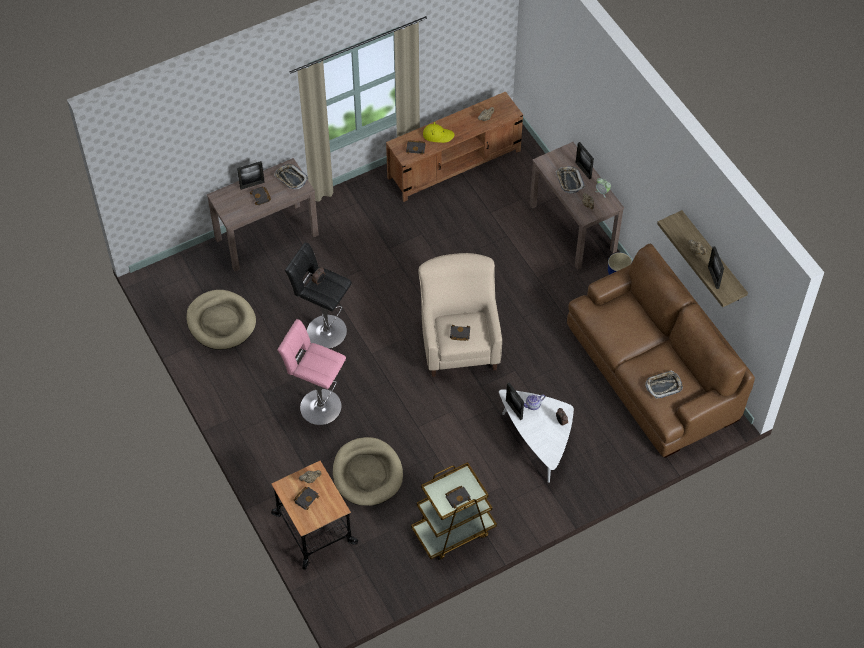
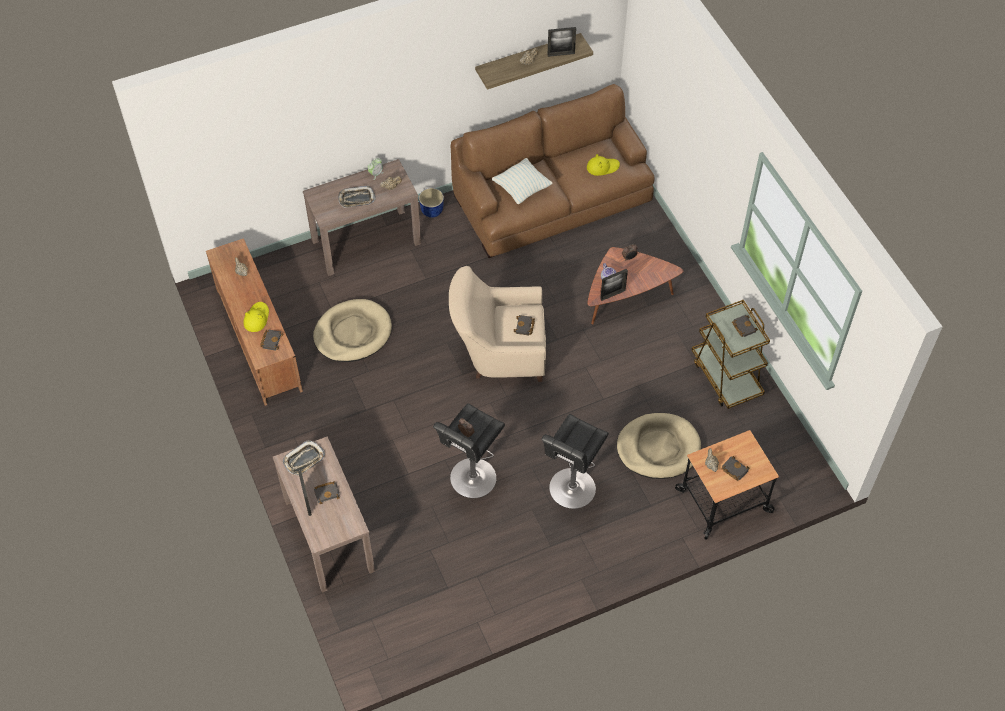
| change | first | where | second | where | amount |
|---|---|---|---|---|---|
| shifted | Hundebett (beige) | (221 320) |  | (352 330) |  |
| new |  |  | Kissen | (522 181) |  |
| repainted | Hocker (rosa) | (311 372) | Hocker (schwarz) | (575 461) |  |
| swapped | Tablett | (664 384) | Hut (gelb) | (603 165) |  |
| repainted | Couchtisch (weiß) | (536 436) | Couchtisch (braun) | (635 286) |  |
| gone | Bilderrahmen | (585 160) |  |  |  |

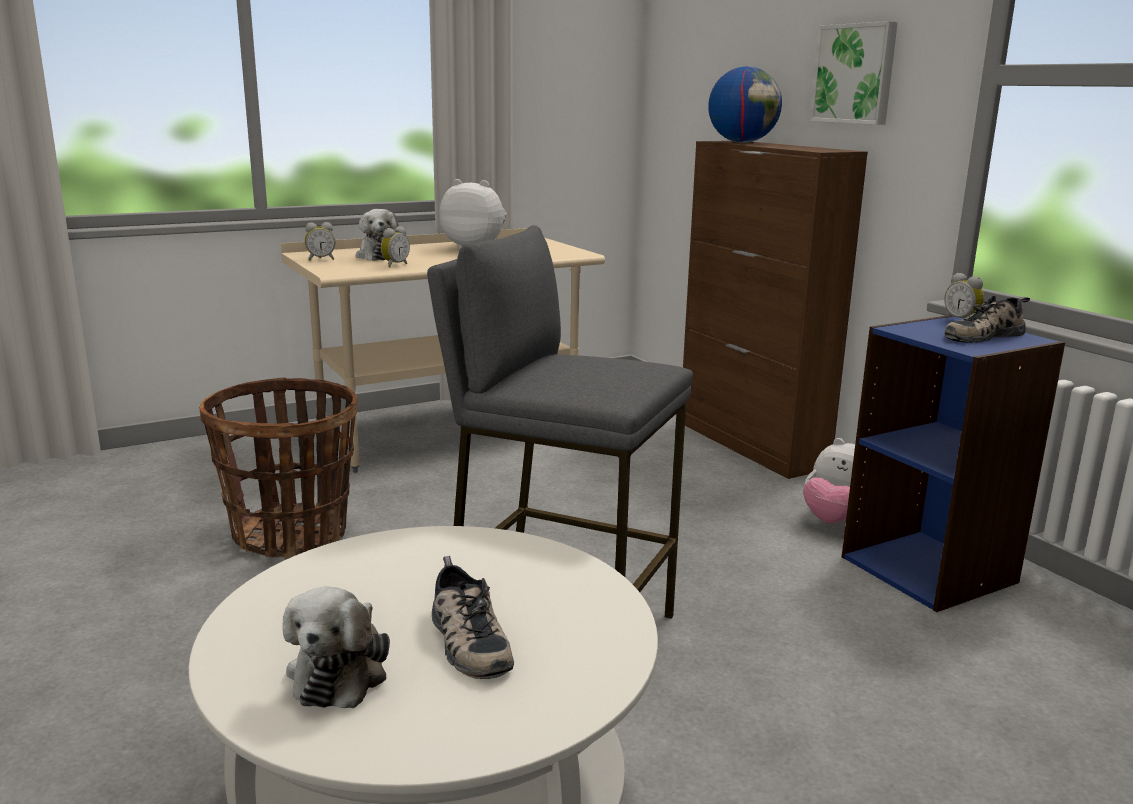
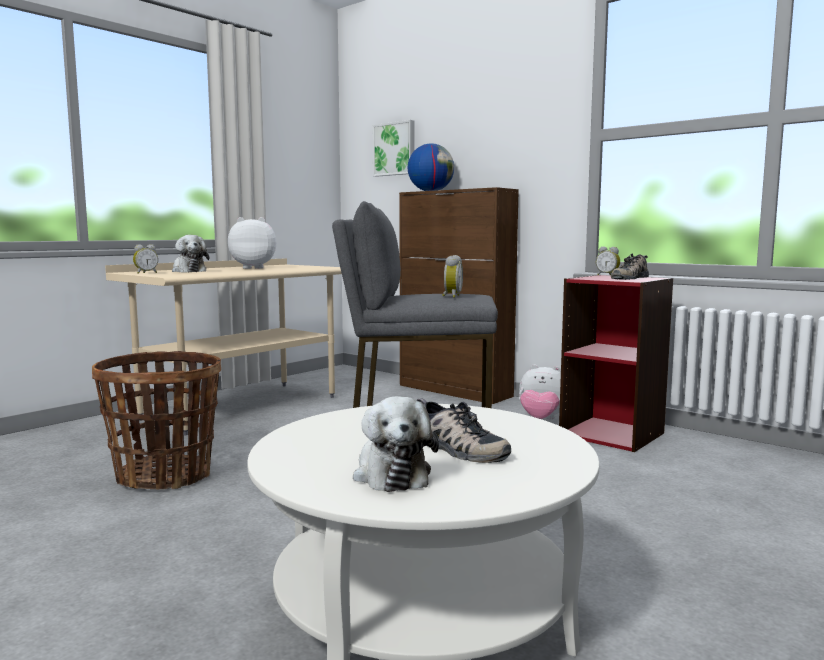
| change | first | where | second | where | amount |
|---|---|---|---|---|---|
| shifted | Bild | (854 73) |  | (393 148) |  |
| shifted | Wecker | (395 247) |  | (452 276) |  |
| repainted | Bücherregal (blau) | (953 463) | Bücherregal (rot) | (616 363) |  |

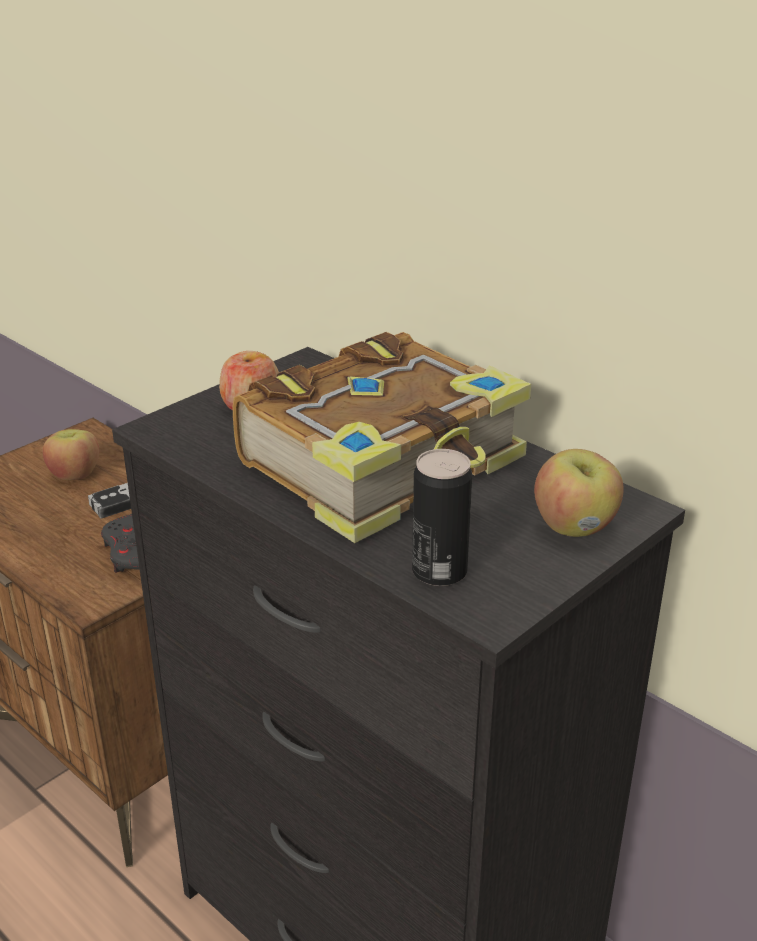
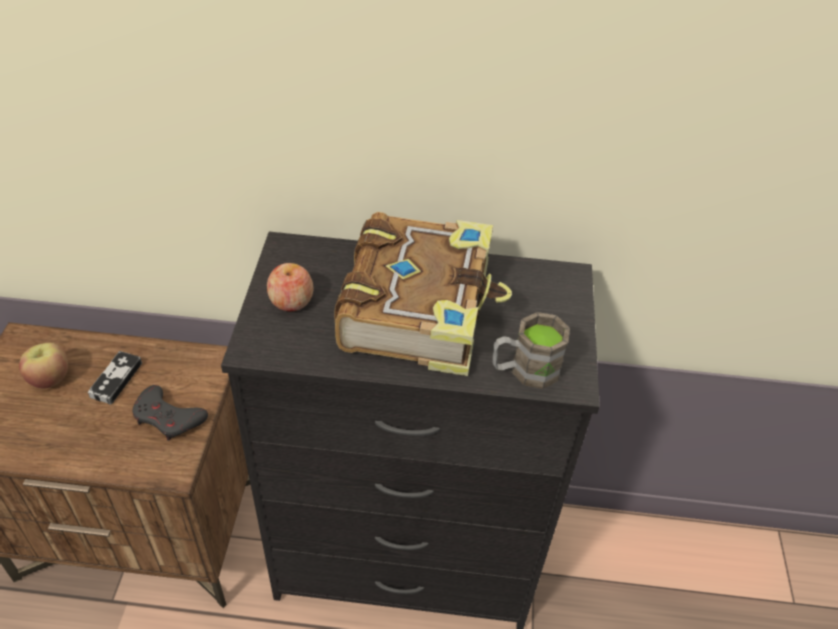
| change | first | where | second | where | amount |
|---|---|---|---|---|---|
| swapped | Dose | (442 517) | Henkelbecher (braun) | (531 350) |  |
| gone | Apfel | (579 493) |  |  |  |

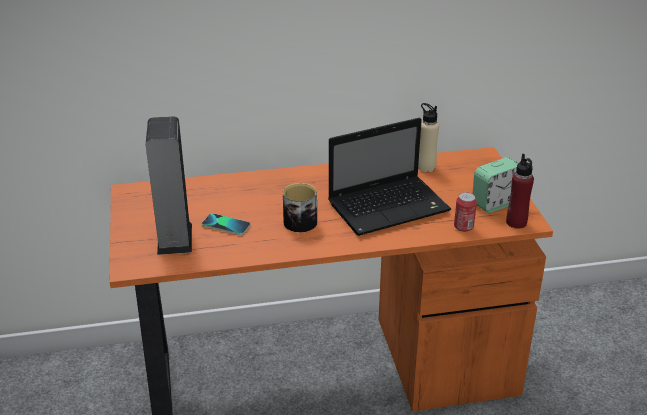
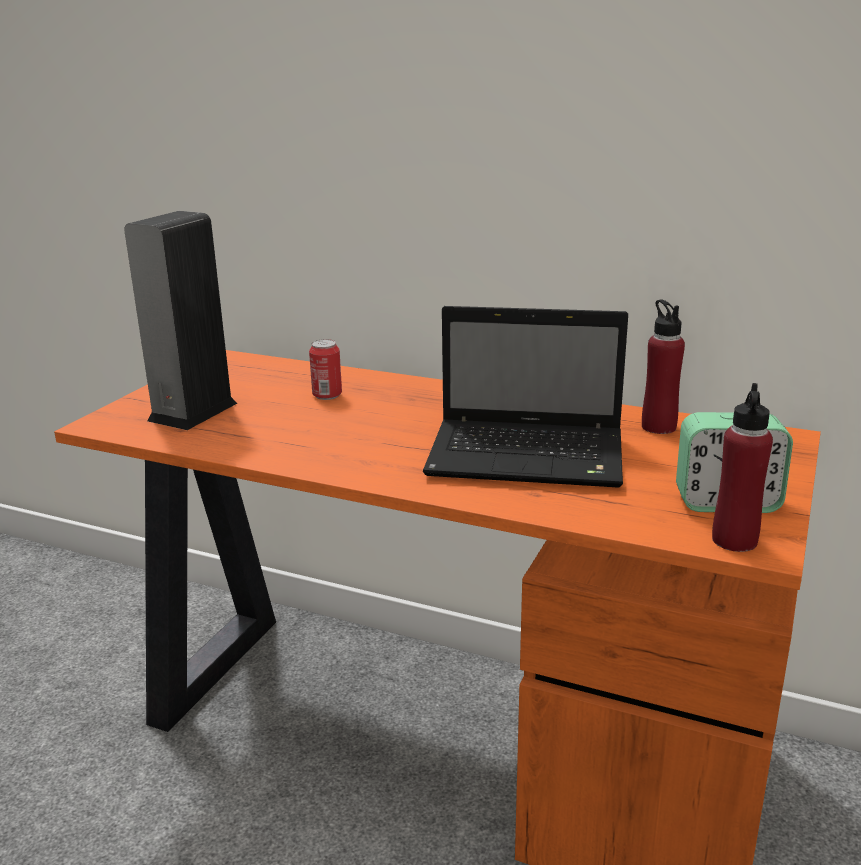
| change | first | where | second | where | amount |
|---|---|---|---|---|---|
| shifted | Dose | (465 212) |  | (325 369) |  |
| repainted | Flasche (beige) | (428 137) | Flasche (rot) | (663 366) |  |
| gone | Handy | (226 224) |  |  |  |
| gone | Henkelbecher | (300 207) |  |  |  |

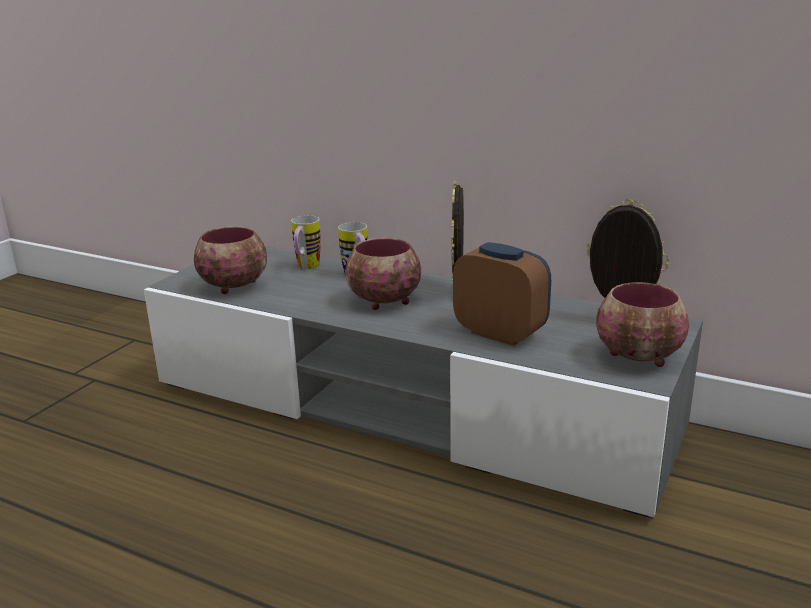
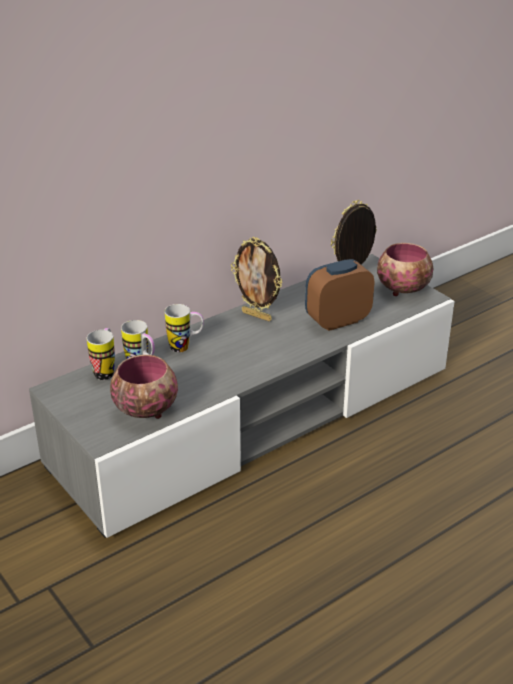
| change | first | where | second | where | amount |
|---|---|---|---|---|---|
| new |  |  | Henkelbecher | (101 354) |  |
| gone | Schüssel | (383 274) |  |  |  |

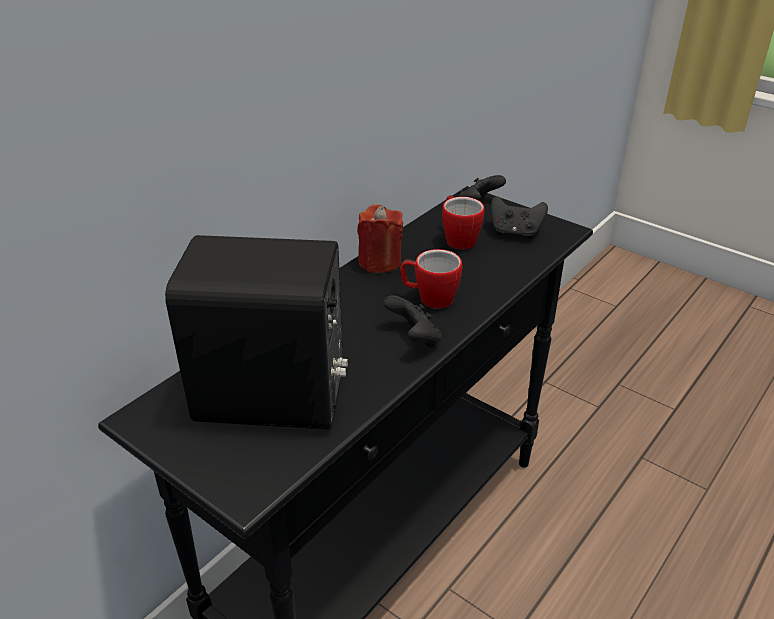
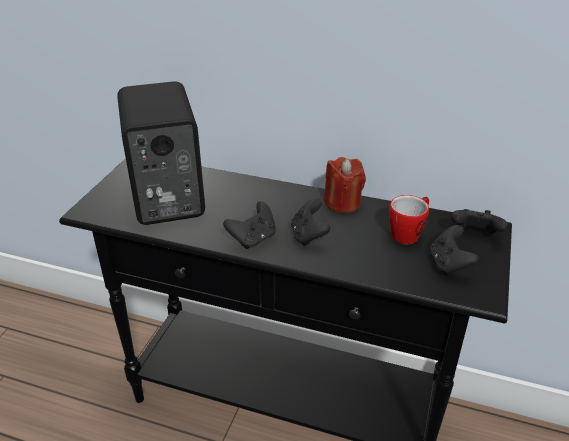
| change | first | where | second | where | amount |
|---|---|---|---|---|---|
| swapped | Henkelbecher | (431 279) | Gamepad (schwarz) | (310 222) |  |

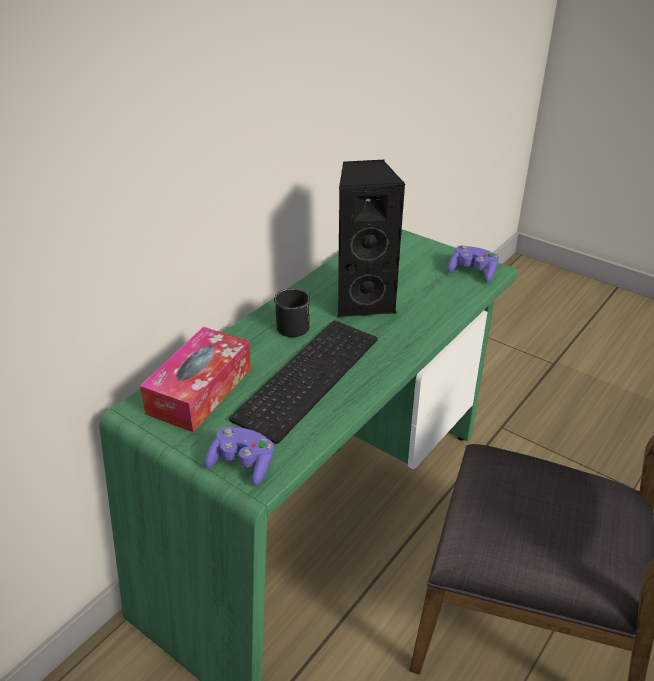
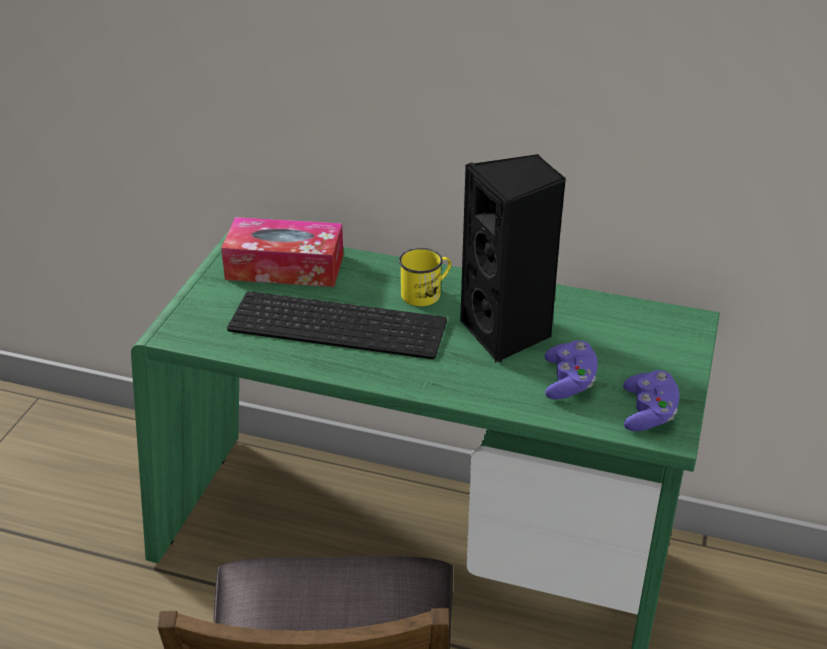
| change | first | where | second | where | amount |
|---|---|---|---|---|---|
| repainted | Henkelbecher (schwarz) | (292 312) | Henkelbecher (gelb) | (425 277) |  |
| shifted | Gamepad (lila) | (239 456) |  | (571 370) |  |

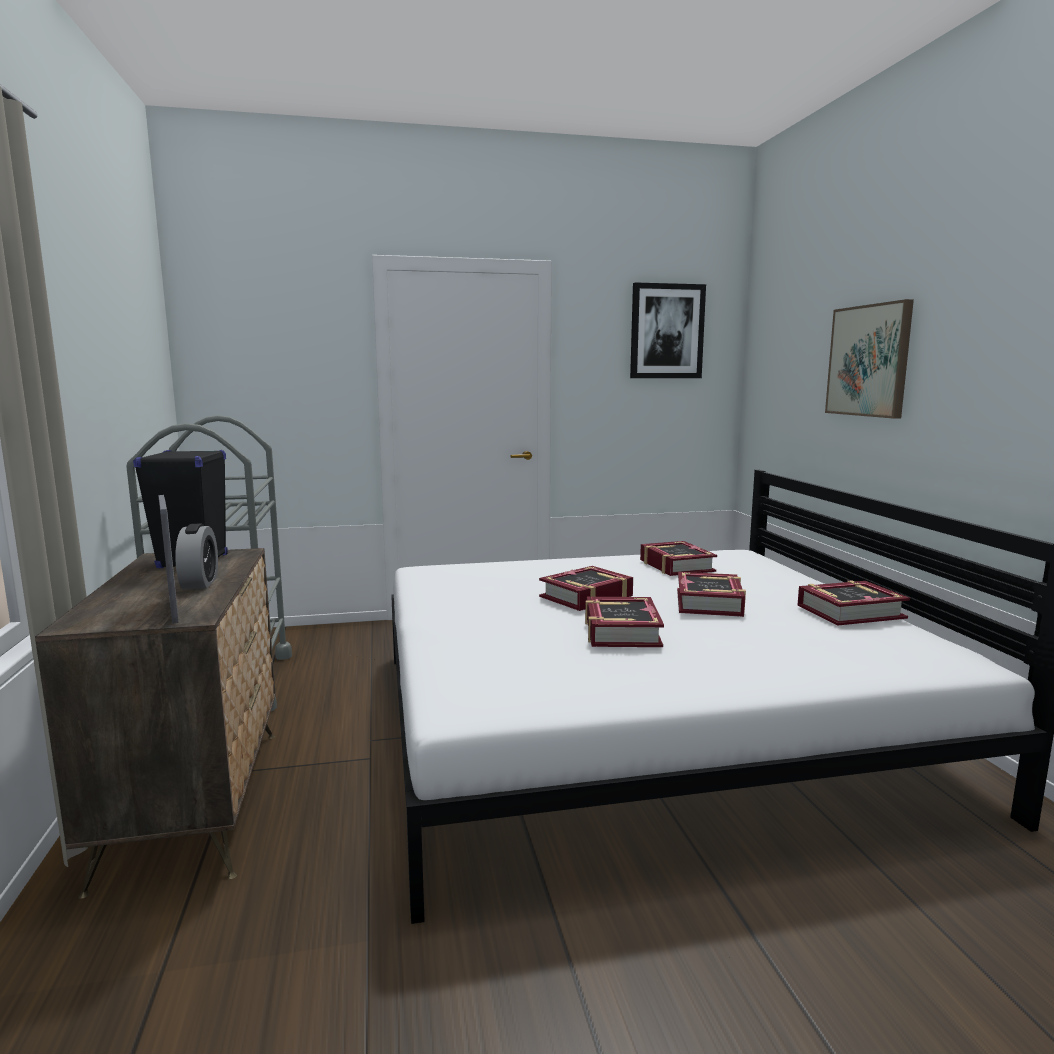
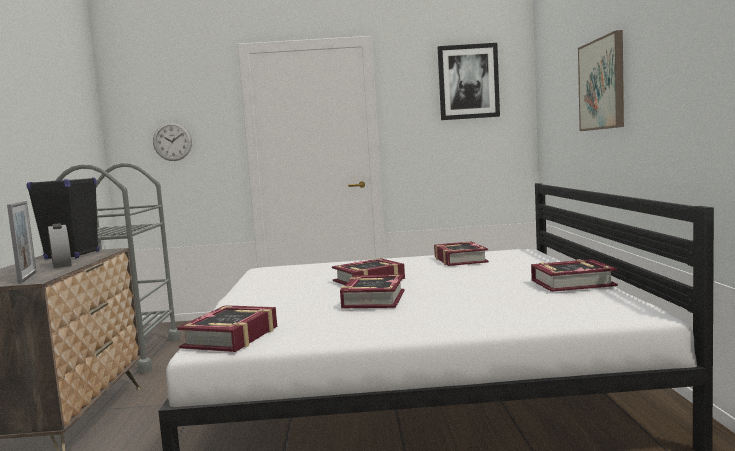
| change | first | where | second | where | amount |
|---|---|---|---|---|---|
| rotated | Wecker | (196 556) |  | (60 245) | 150 degrees clockwise |
| new |  |  | Wanduhr | (172 141) |  |
| shifted | Buch | (711 594) |  | (227 328) |  |

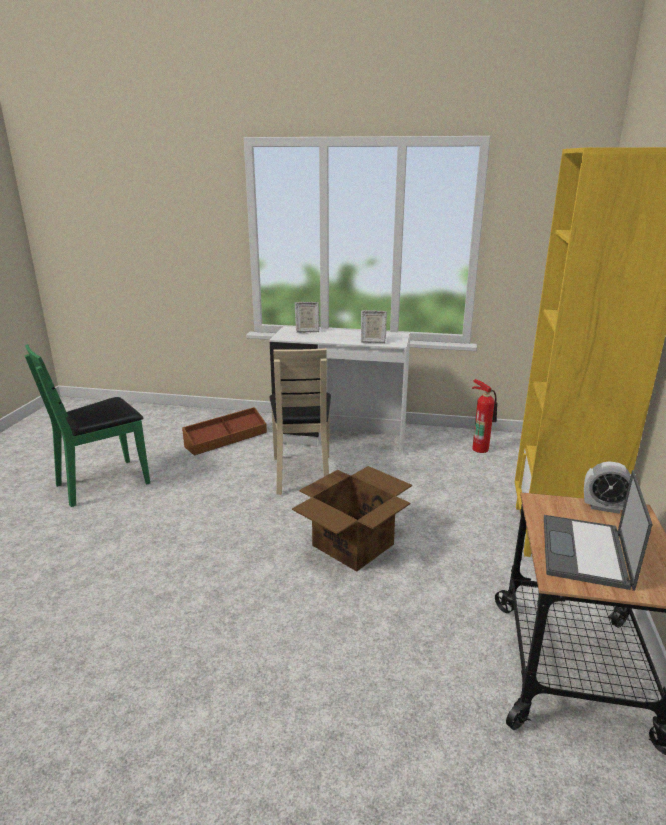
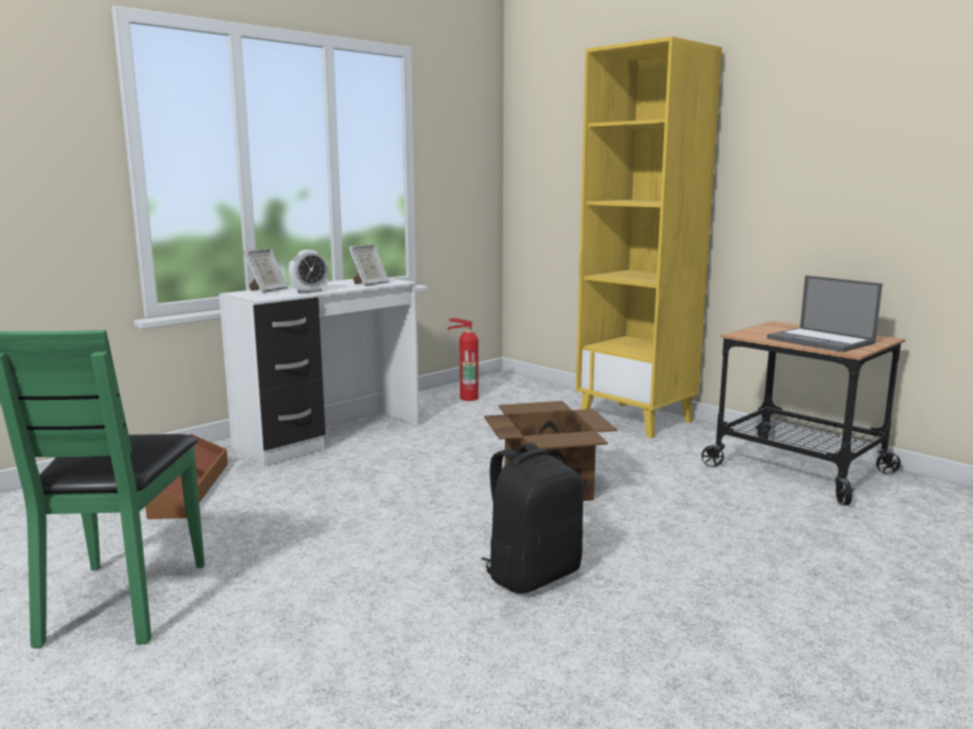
| change | first | where | second | where | amount |
|---|---|---|---|---|---|
| shifted | Wecker | (607 487) |  | (308 272) |  |
| new |  |  | Rucksack (schwarz) | (532 518) |  |
| gone | Stuhl (beige) | (300 421) |  |  |  |

